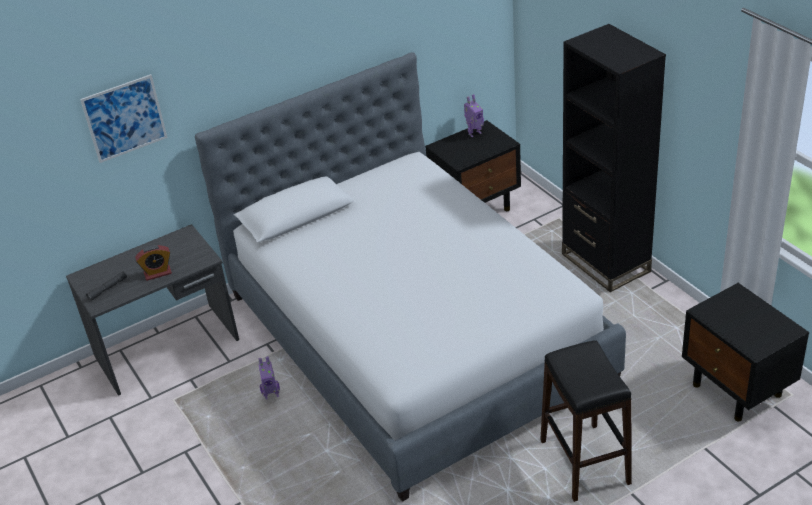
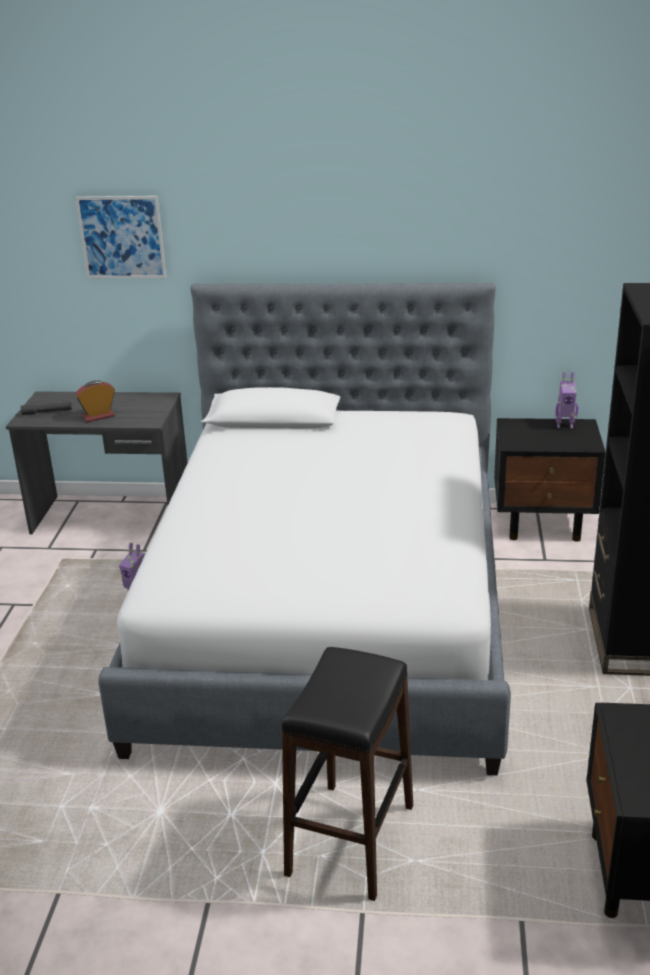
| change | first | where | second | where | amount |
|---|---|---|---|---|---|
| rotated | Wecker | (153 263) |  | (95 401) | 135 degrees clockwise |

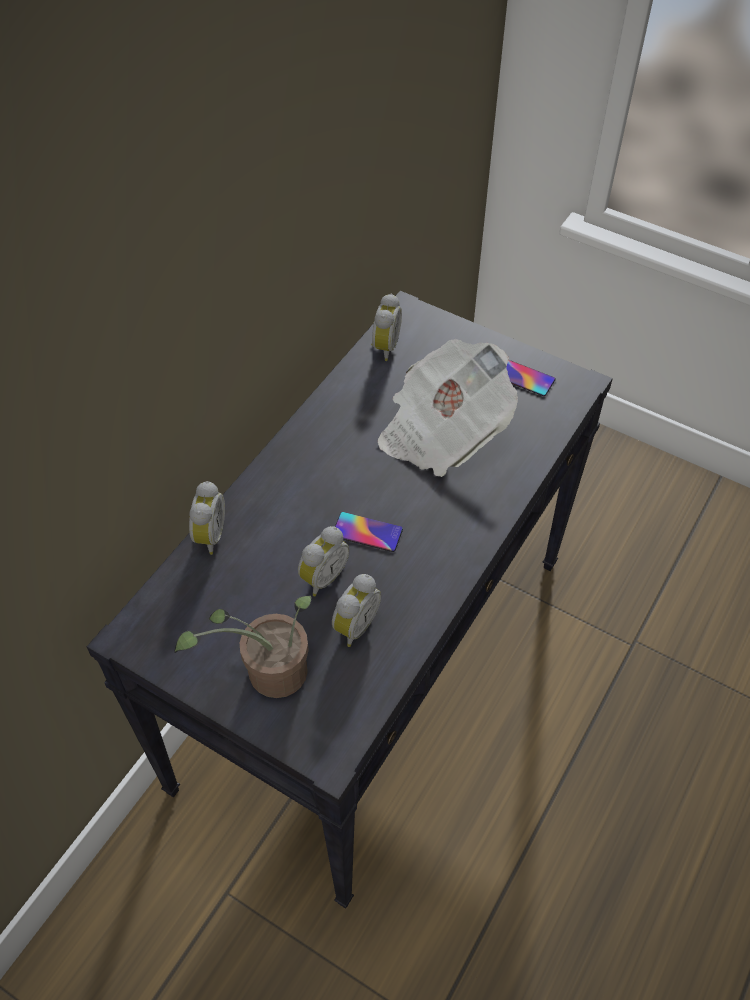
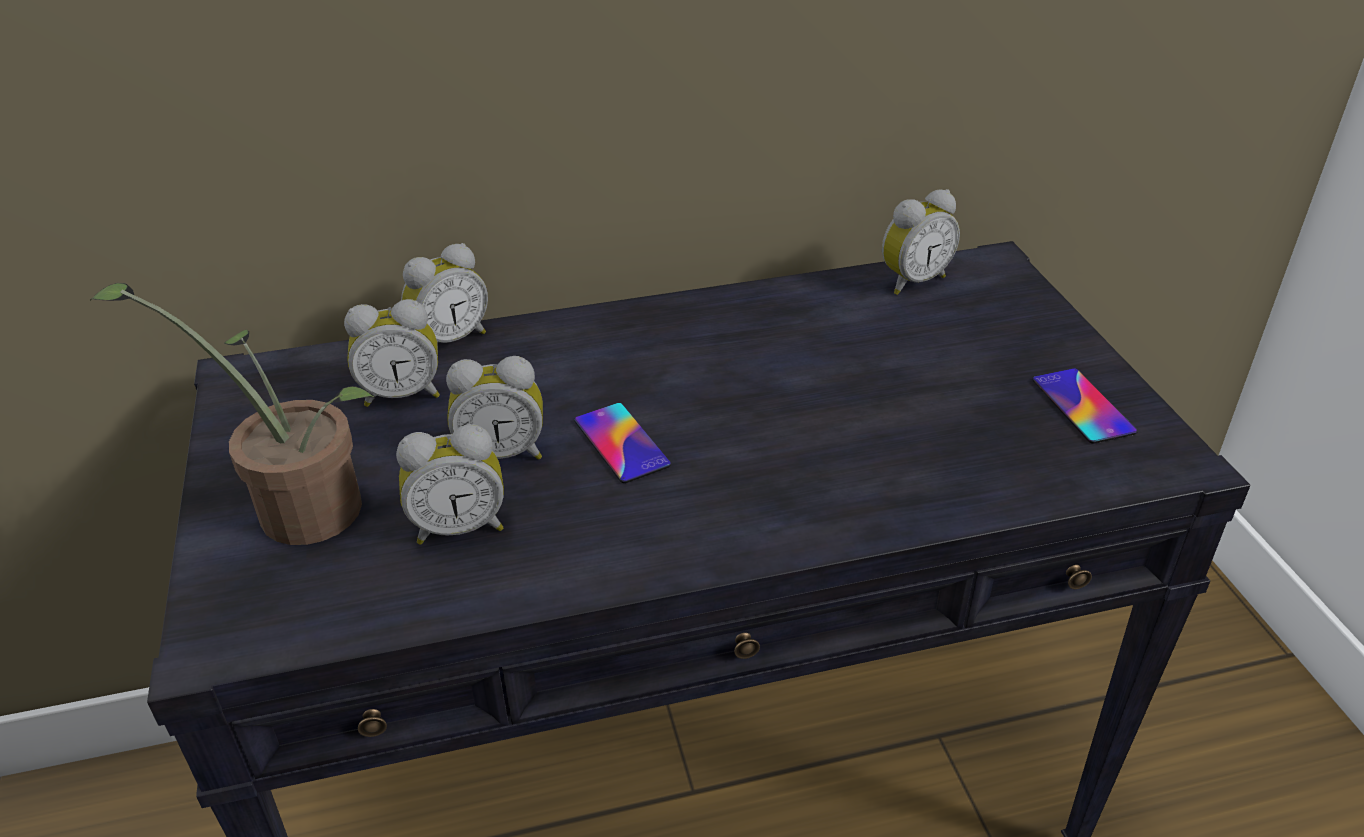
| change | first | where | second | where | amount |
|---|---|---|---|---|---|
| new |  |  | Wecker | (392 353) |  |
| gone | Zeitung | (448 408) |  |  |  |

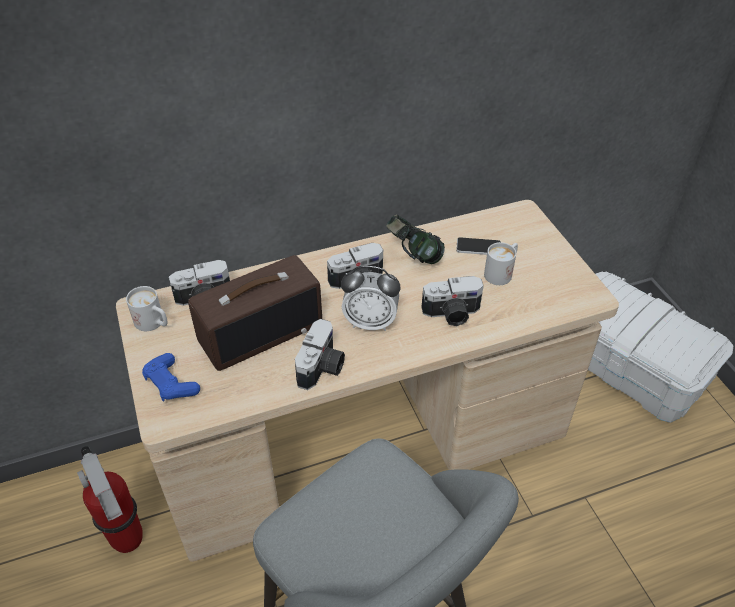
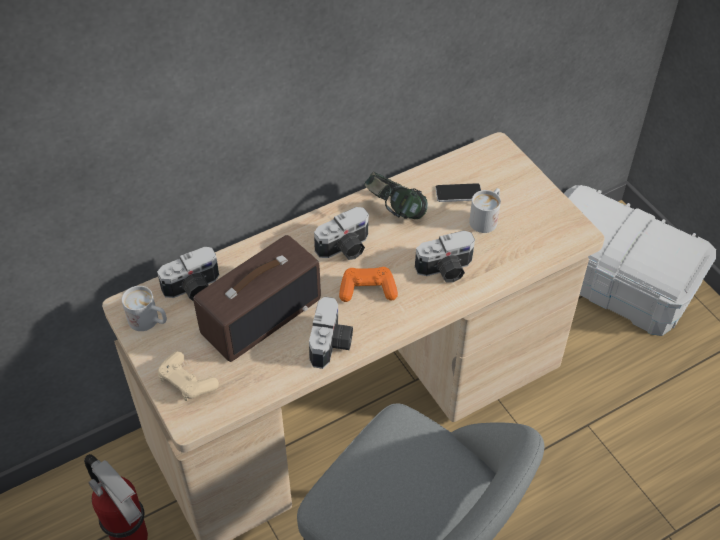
| change | first | where | second | where | amount |
|---|---|---|---|---|---|
| repainted | Gamepad (blau) | (171 377) | Gamepad (beige) | (188 376) |  |
| swapped | Wecker | (371 298) | Gamepad (orange) | (368 284) |  |

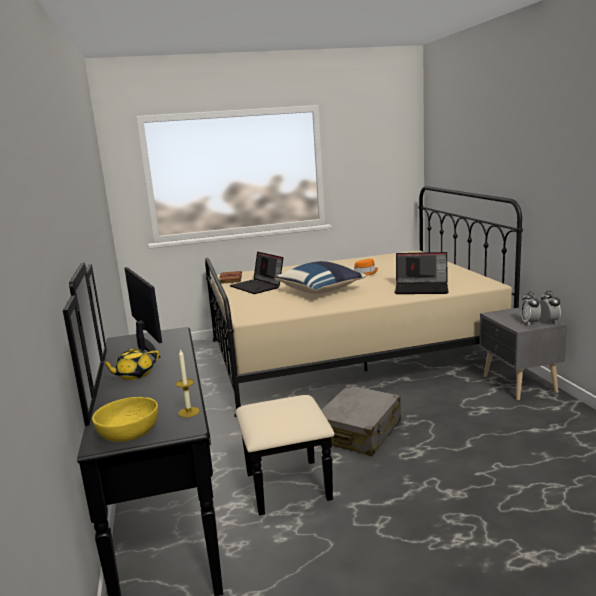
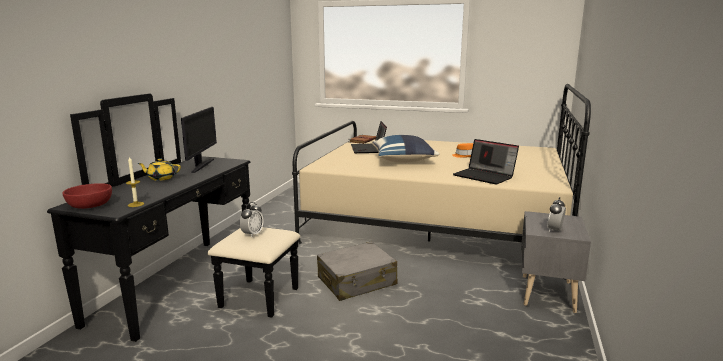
| change | first | where | second | where | amount |
|---|---|---|---|---|---|
| repainted | Schüssel (gelb) | (125 419) | Schüssel (rot) | (87 196) |  |
| shifted | Wecker | (550 307) |  | (252 220) |  |

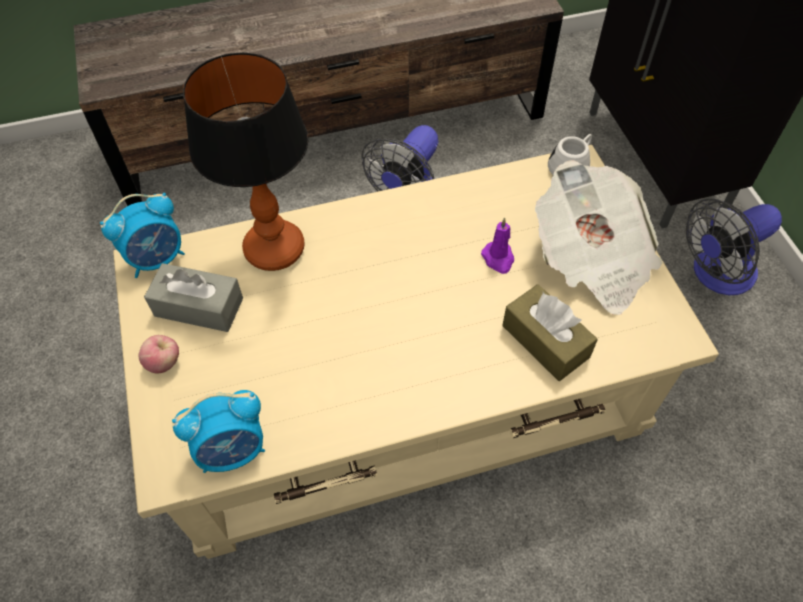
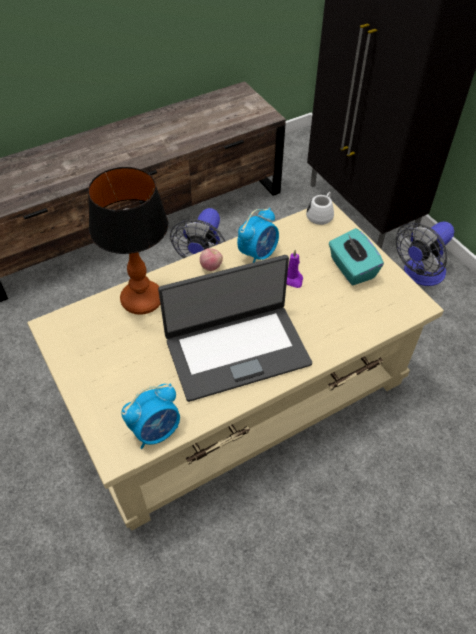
| change | first | where | second | where | amount |
|---|---|---|---|---|---|
| new |  |  | Laptop | (235 328) |  |
| shifted | Apfel | (158 354) |  | (211 259) |  |
| shifted | Wecker | (142 235) |  | (258 235) |  |
| swapped | Zeitung | (599 237) | Taschentuchbox (türkis) | (356 256) |  |
| gone | Taschentuchbox (grau) | (193 297) |  |  |  |
| gone | Taschentuchbox (braun) | (550 332) |  |  |  |

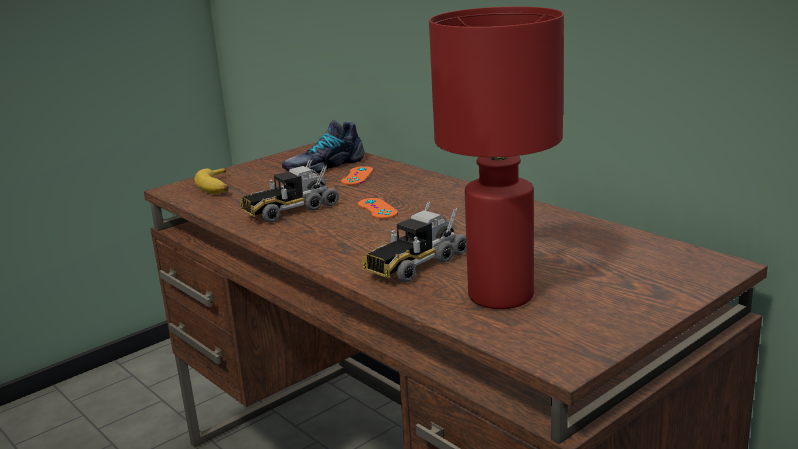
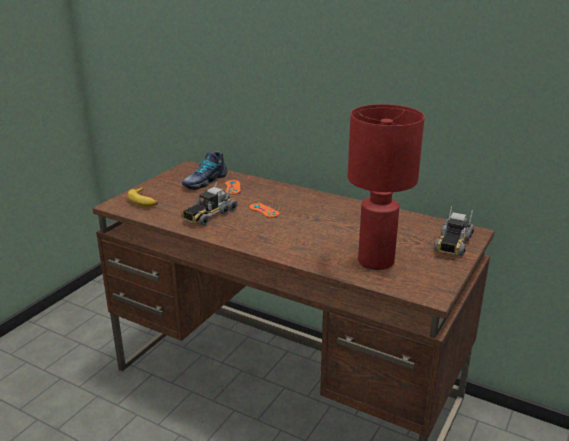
| change | first | where | second | where | amount |
|---|---|---|---|---|---|
| shifted | Spielzeuglaster | (414 242) |  | (454 231) |  |

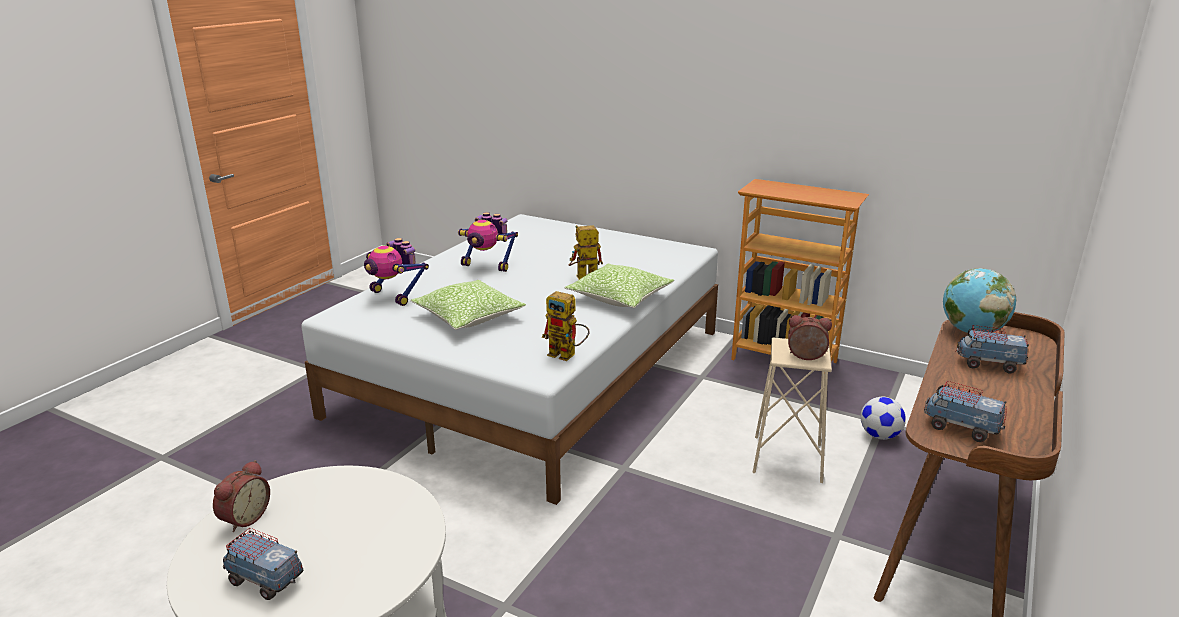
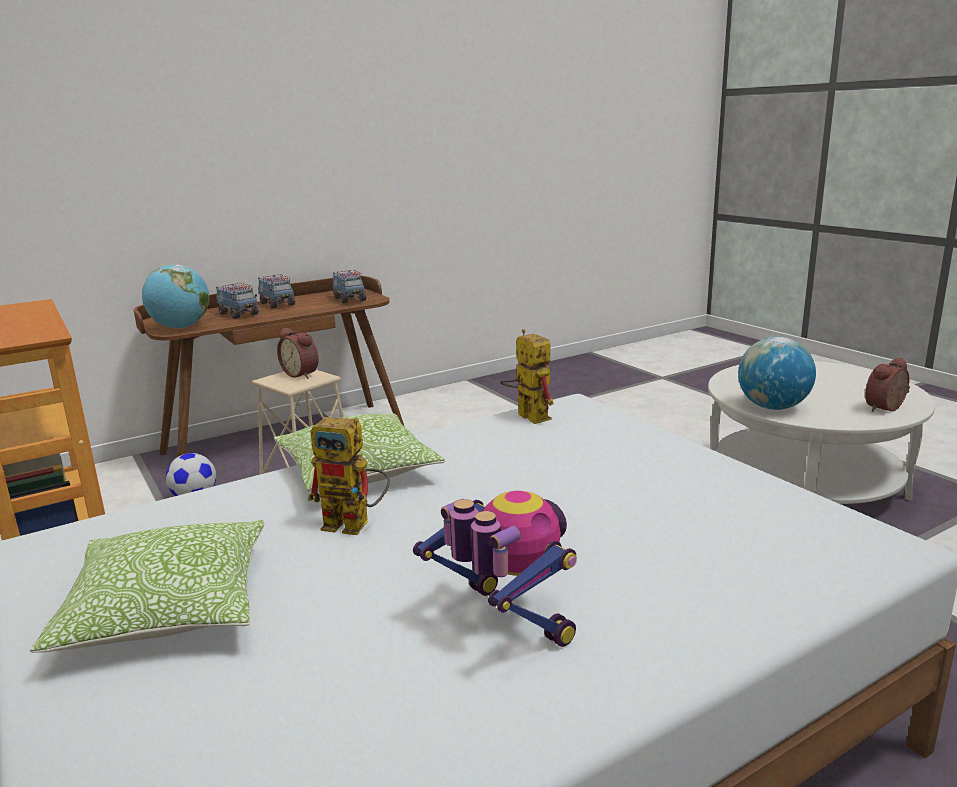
| change | first | where | second | where | amount |
|---|---|---|---|---|---|
| shifted | Kissen | (468 305) |  | (147 586) |  |
| shifted | Spielzeuglaster | (263 564) |  | (276 291) |  |
| new |  |  | Globus | (777 373) |  |
| gone | Spielzeugroboter | (396 272) |  |  |  |

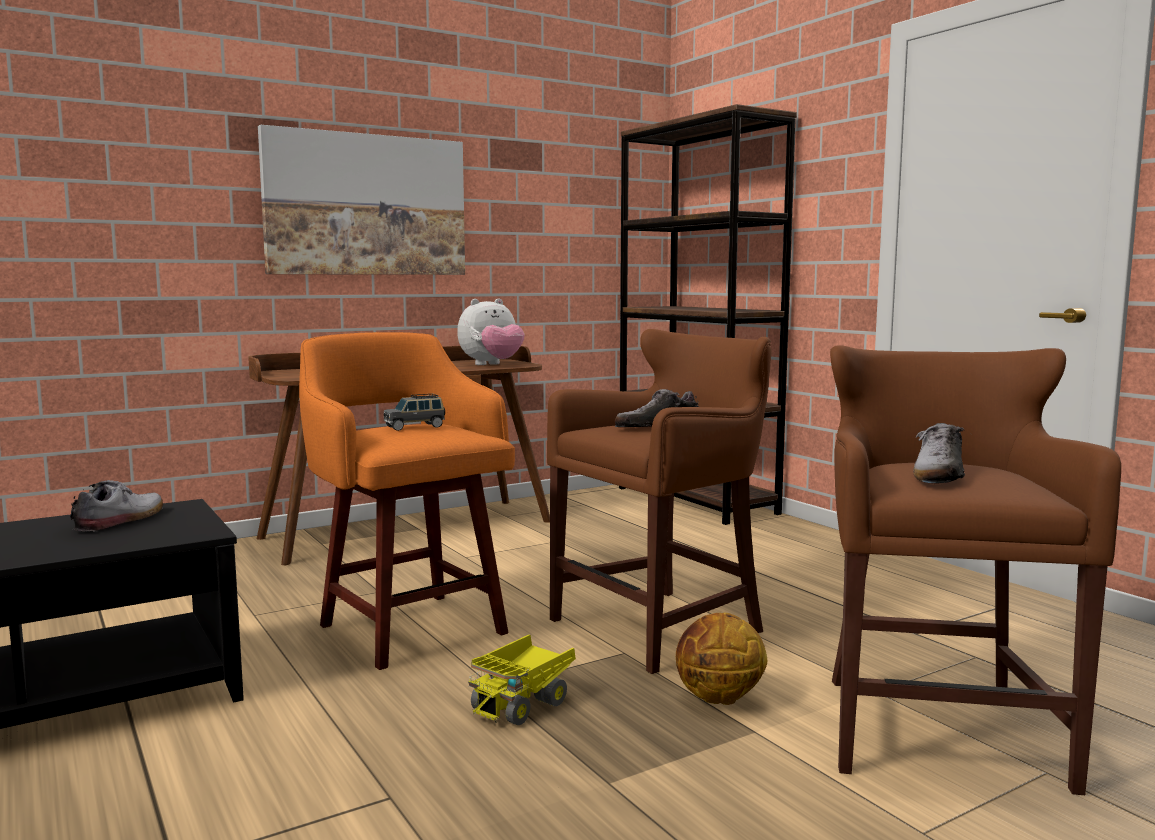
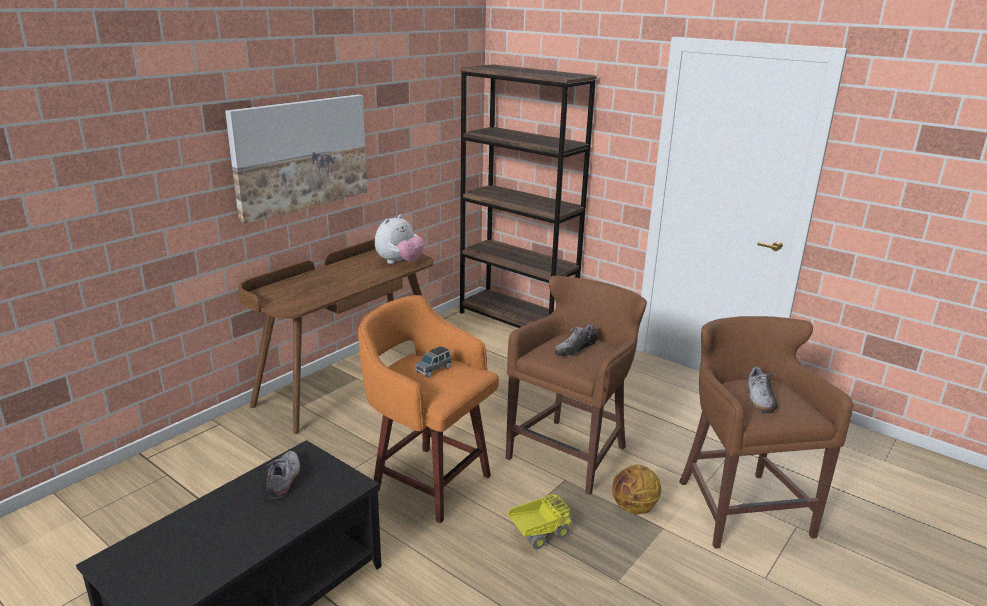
| change | first | where | second | where | amount |
|---|---|---|---|---|---|
| rotated | Spielzeuglaster | (522 679) |  | (539 521) | 135 degrees counterclockwise |

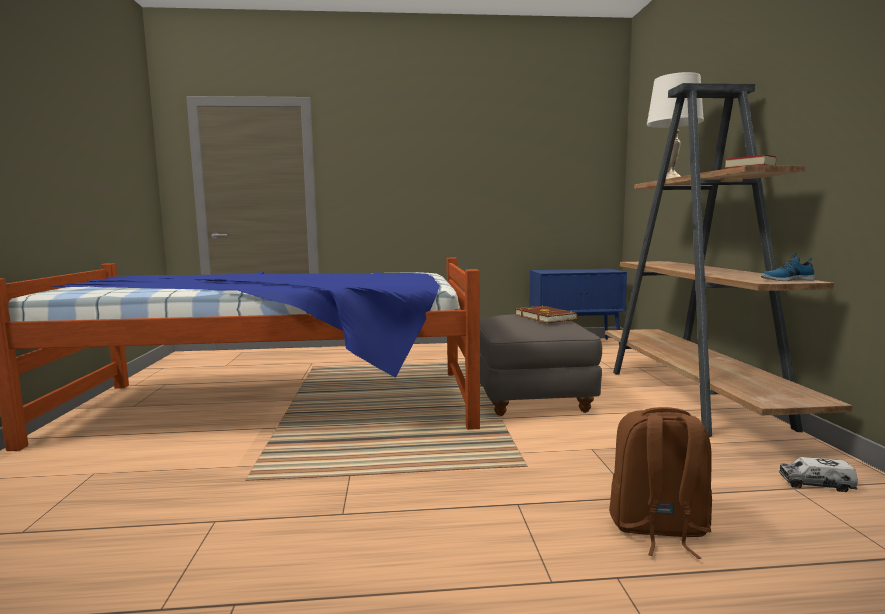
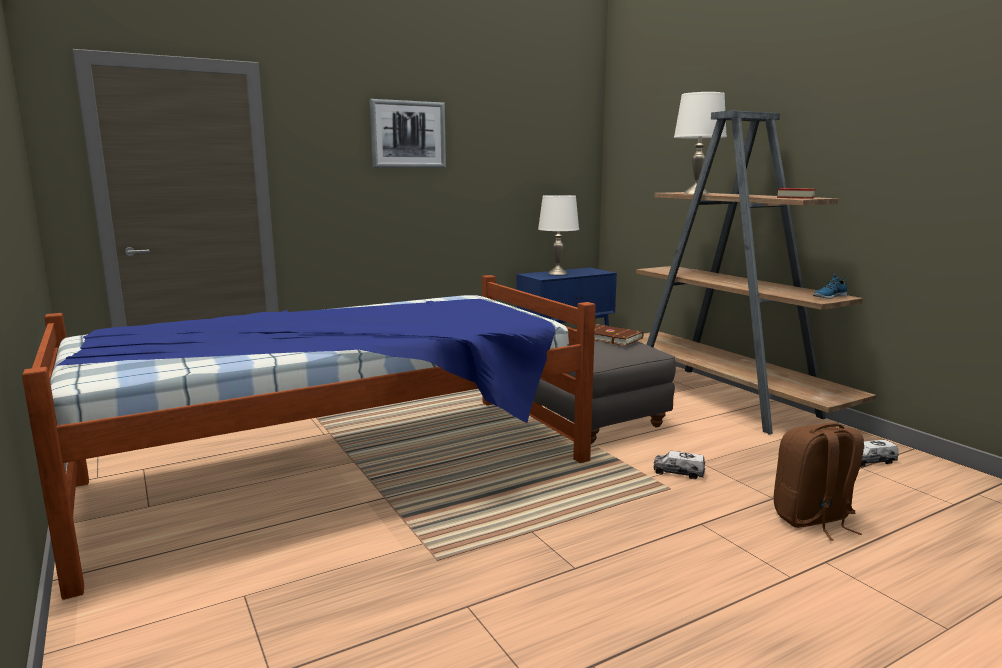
| change | first | where | second | where | amount |
|---|---|---|---|---|---|
| new |  |  | Bild | (407 133) |  |
| new |  |  | Tischlampe (weiß) | (558 235) |  |
| new |  |  | Spielzeuglaster | (679 465) |  |

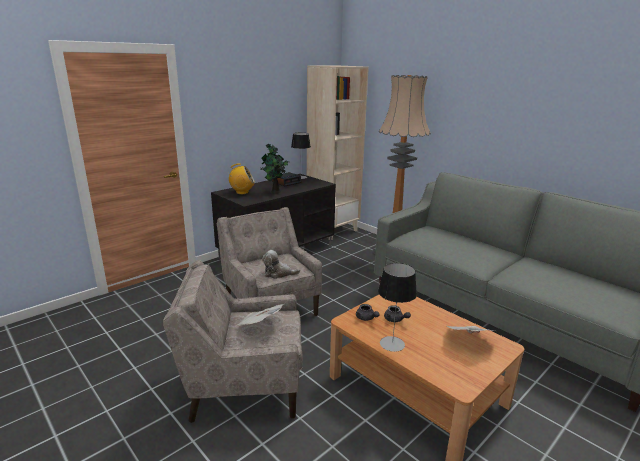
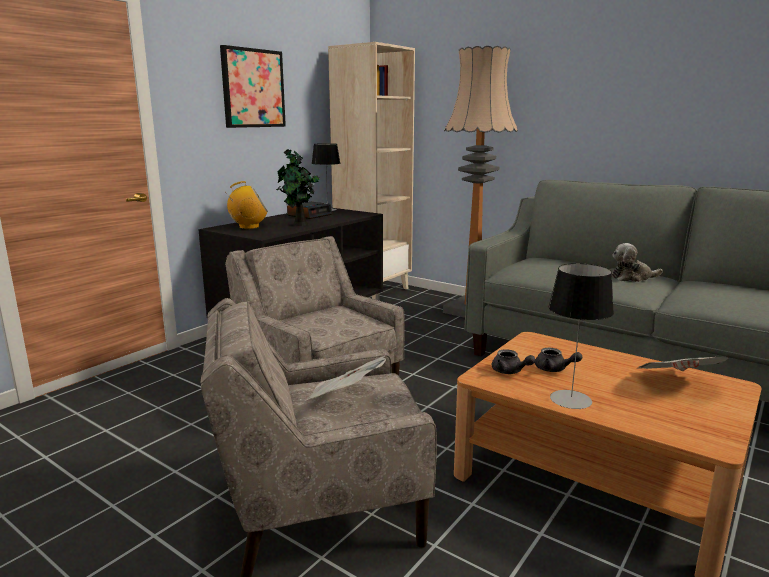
| change | first | where | second | where | amount |
|---|---|---|---|---|---|
| new |  |  | Bild | (253 86) |  |
| shifted | Plüschtier | (281 264) |  | (637 262) |  |

